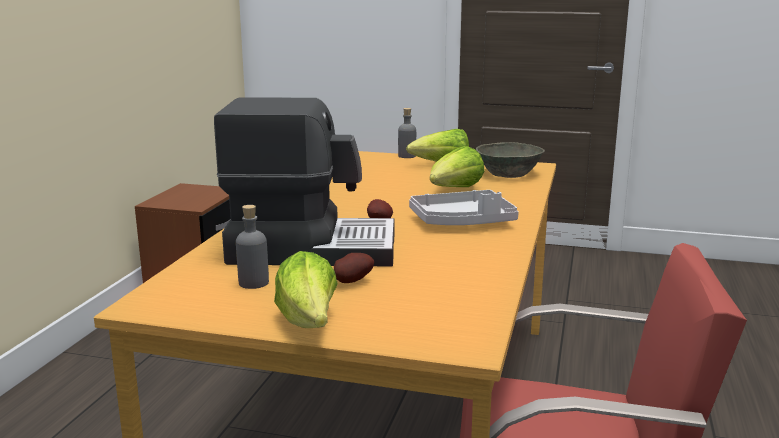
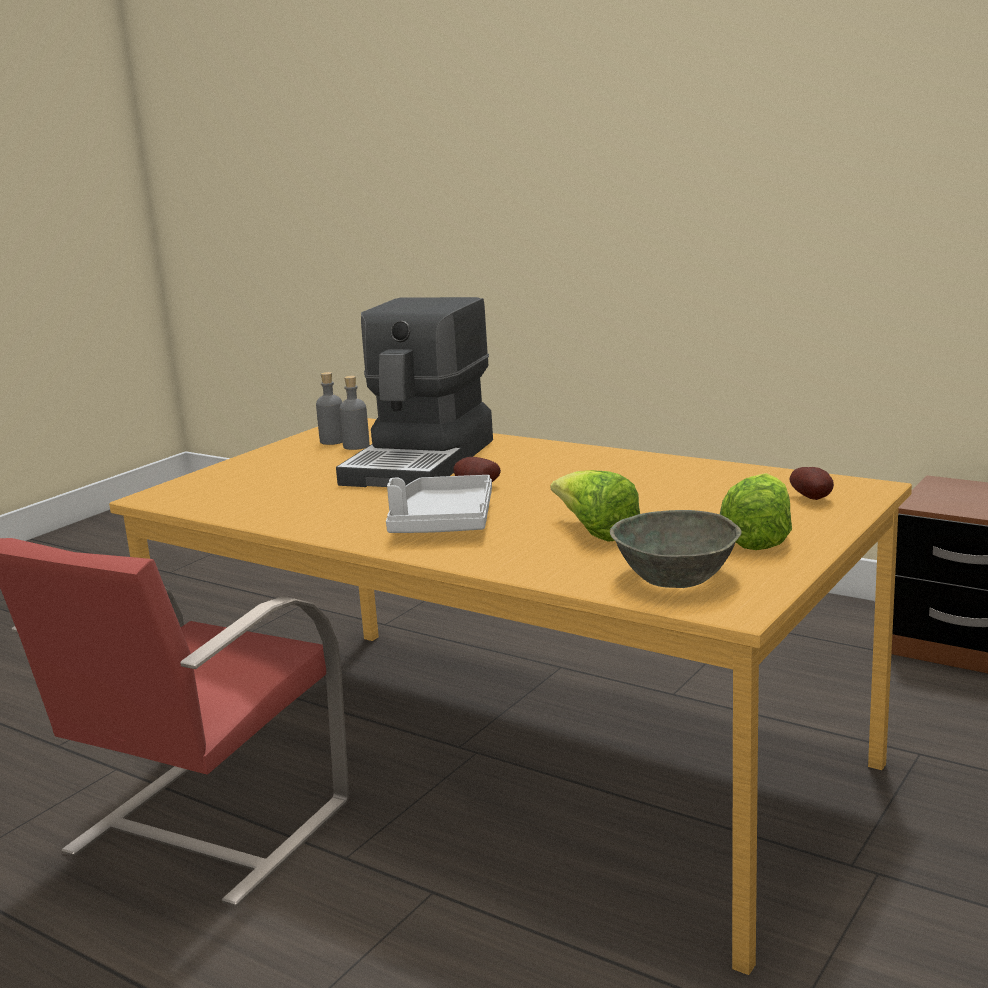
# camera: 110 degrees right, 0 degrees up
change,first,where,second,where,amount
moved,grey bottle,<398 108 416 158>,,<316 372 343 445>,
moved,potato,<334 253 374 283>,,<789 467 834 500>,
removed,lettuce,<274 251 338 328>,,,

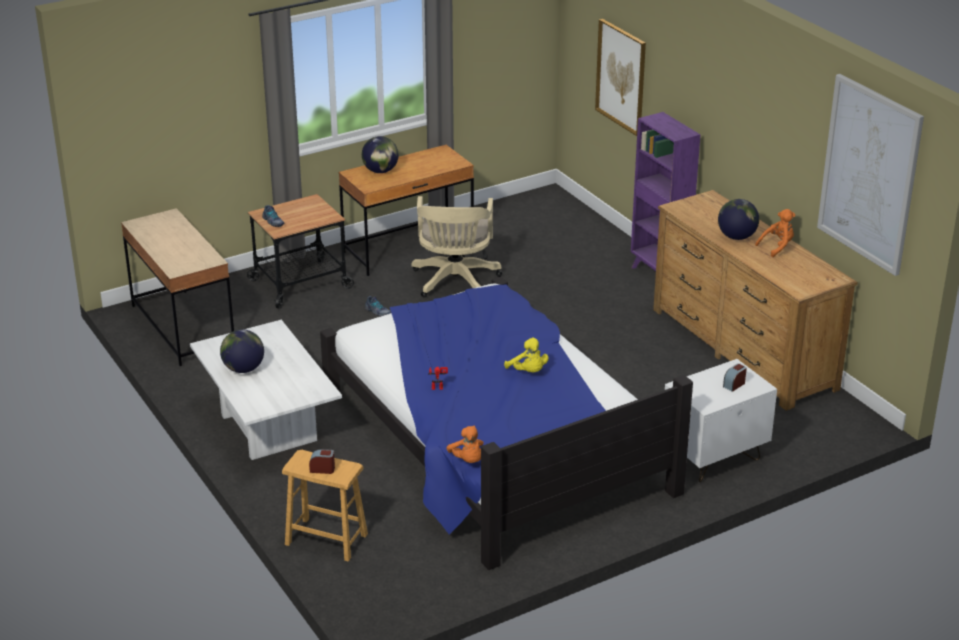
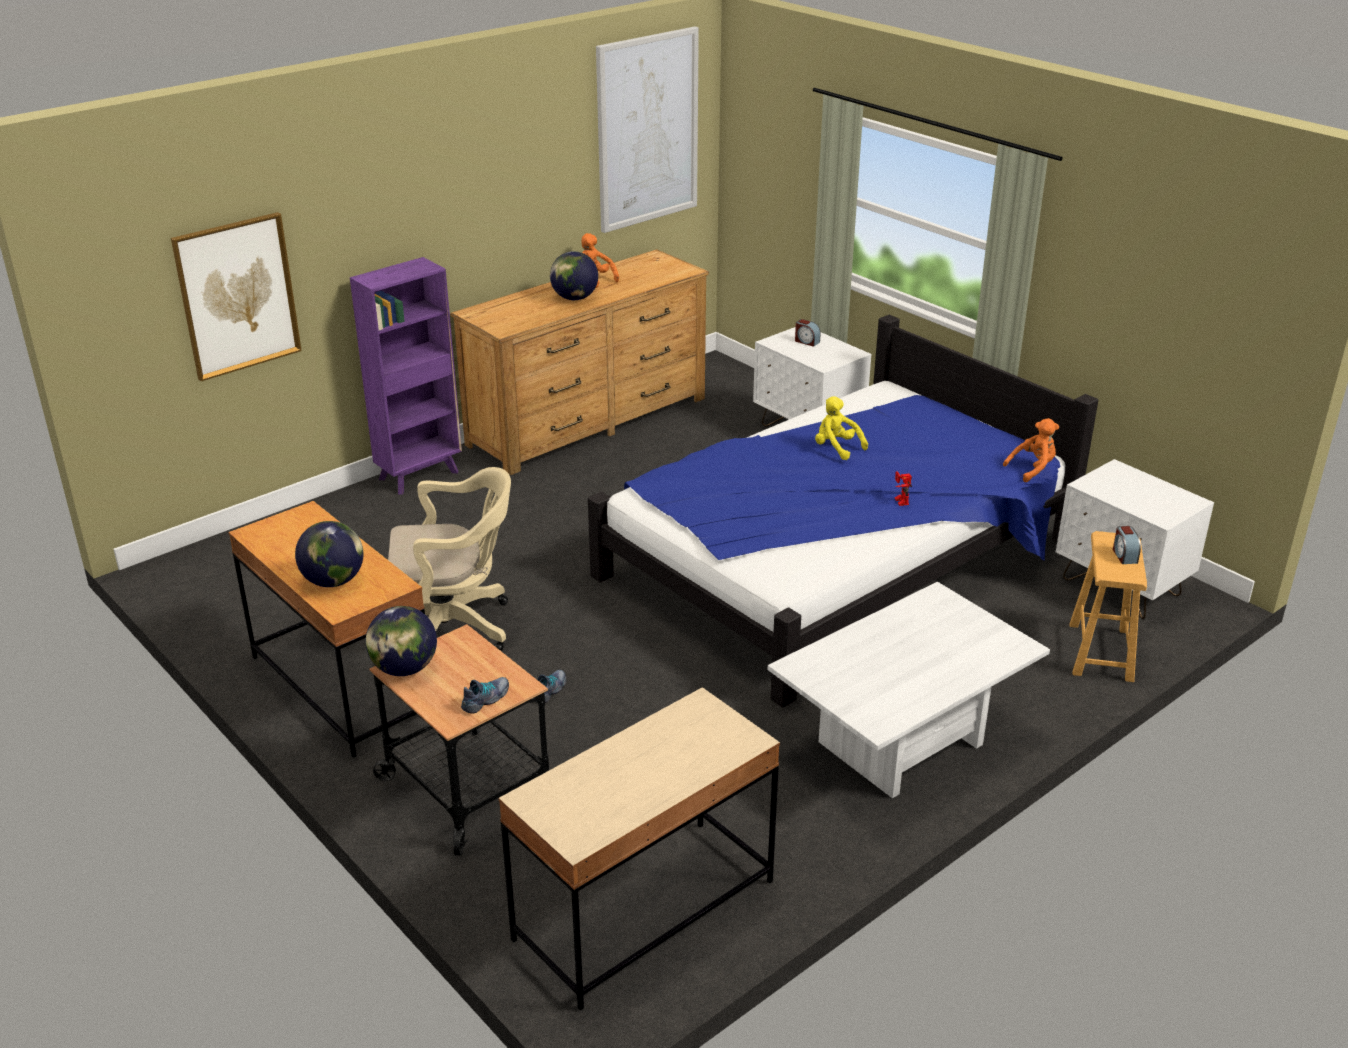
# camera: 100 degrees left, 0 degrees up
change,first,where,second,where,amount
moved,globe,<220 329 264 373>,,<365 606 437 676>,
turned,yellow plush toy,<504 337 549 372>,,<815 396 868 460>,90 degrees counterclockwise
added,,,white nightstand,<1056 459 1214 619>,

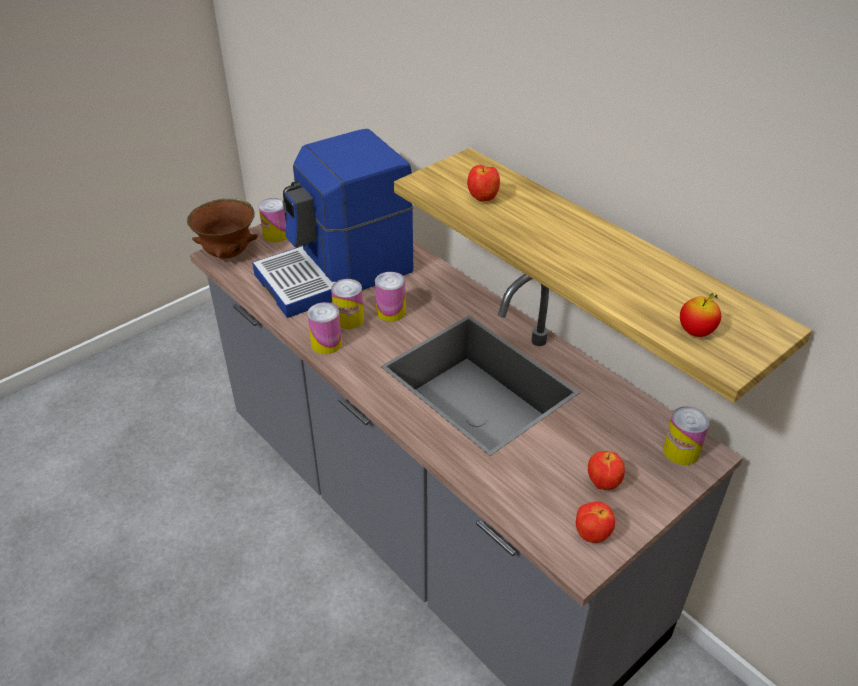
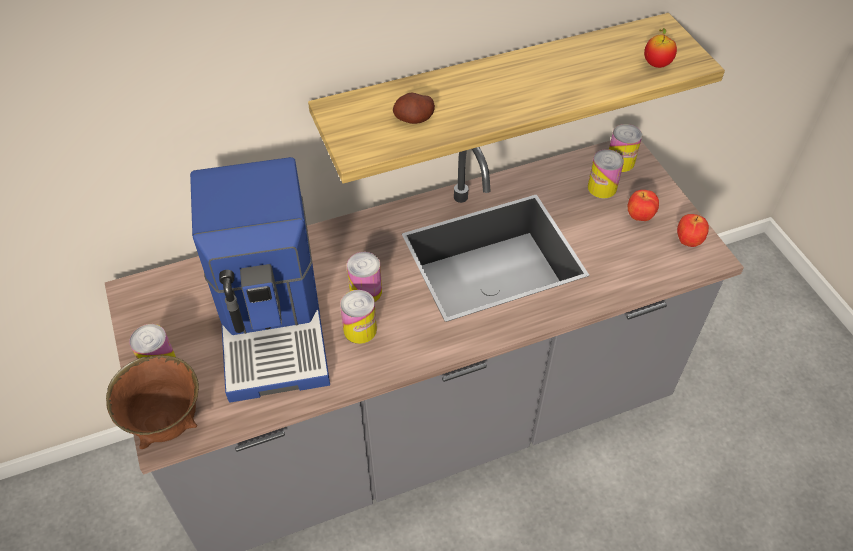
# camera: 70 degrees left, 10 degrees up
change,first,where,second,where,amount
replaced,apple,<467 165 500 202>,potato,<393 93 435 124>,
moved,can,<307 302 342 354>,,<588 149 624 198>,

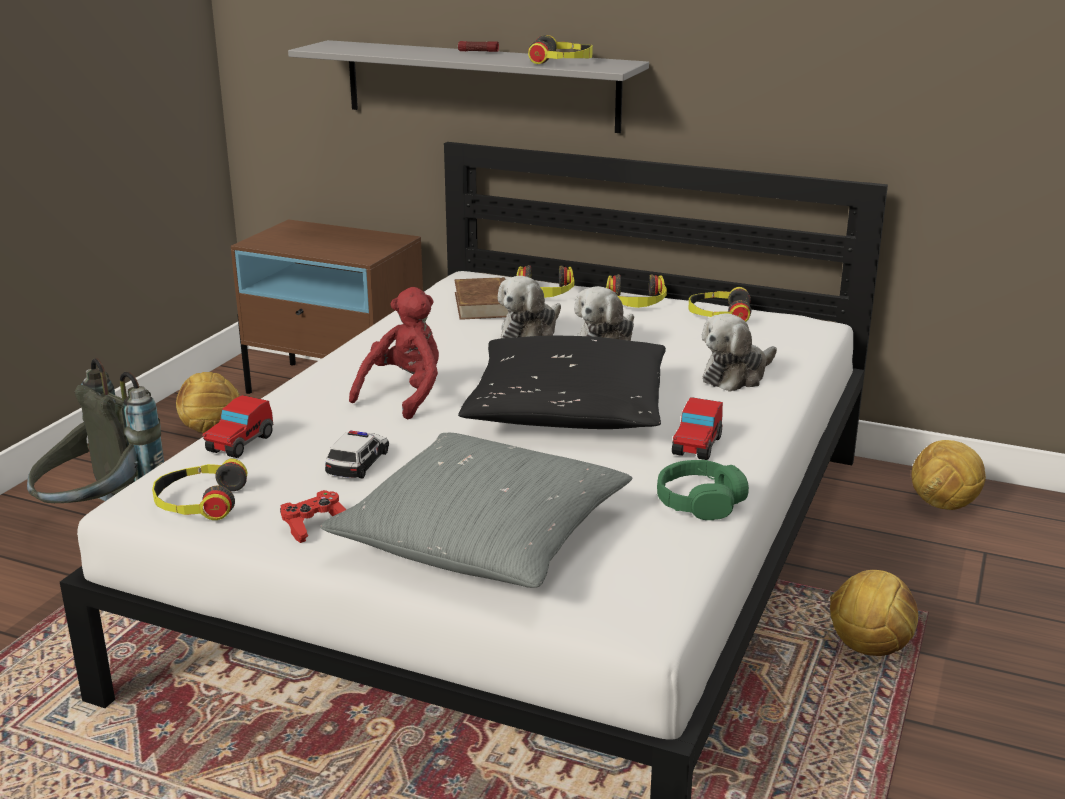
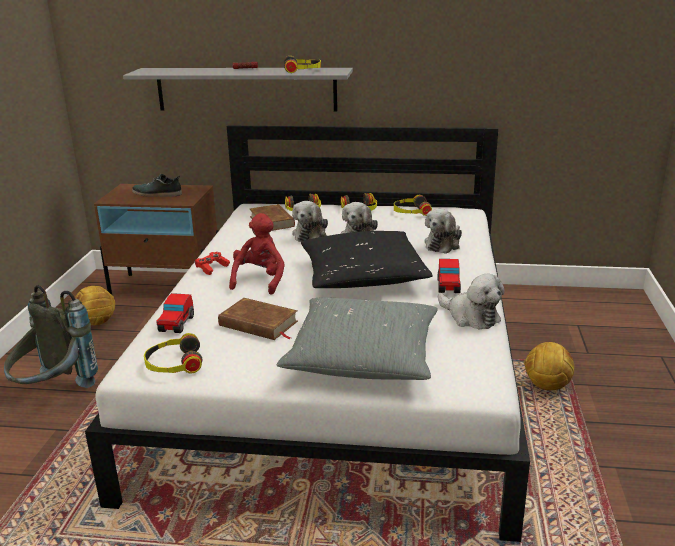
# camera: 15 degrees left, 0 degrees up
change,first,where,second,where,amount
added,,,shoe,<132 174 182 197>,
moved,red game controller,<280 490 346 543>,,<195 252 230 275>,
replaced,toy car,<325 430 389 479>,brown book,<218 298 298 340>,
replaced,green headphones,<657 460 749 520>,plush toy,<438 274 505 329>,
removed,football,<911 440 986 510>,,,

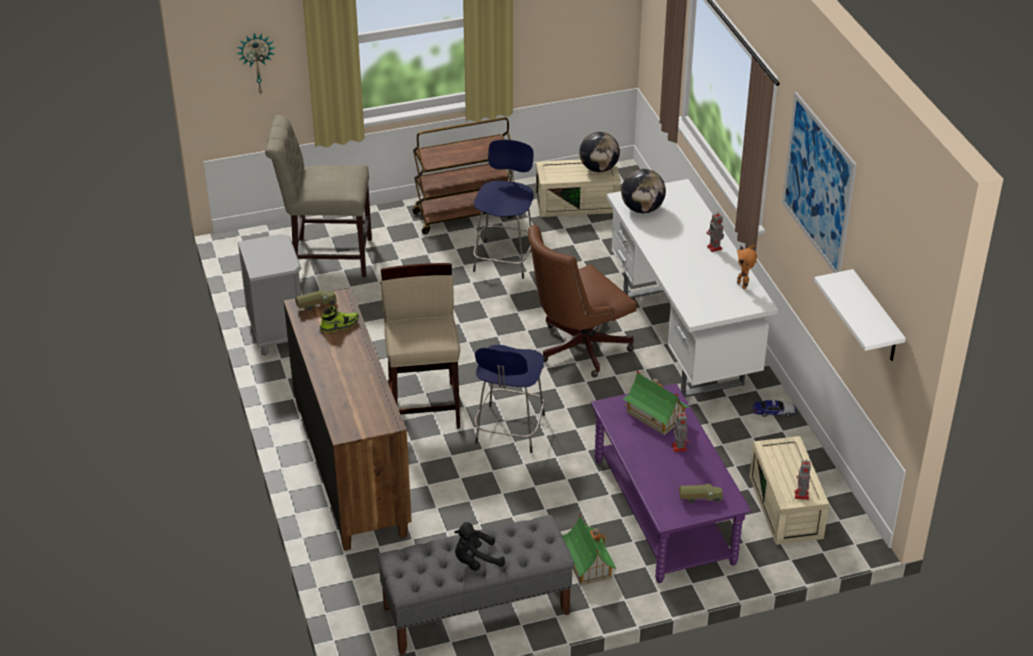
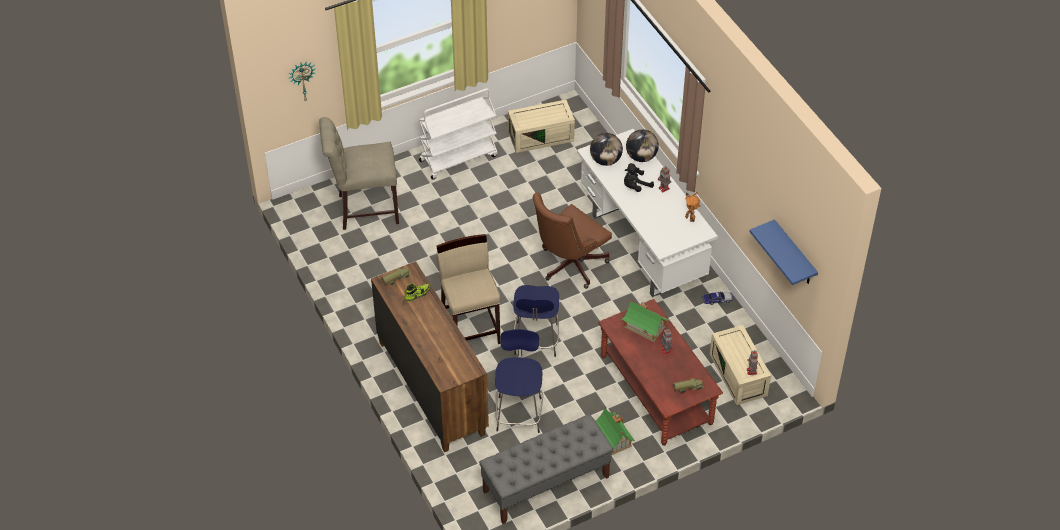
# camera: 10 degrees left, 10 degrees up
change,first,where,second,where,amount
recoloured,brown cart,<412 117 514 234>,white cart,<419 88 498 180>,
moved,blue stool,<473 140 534 279>,,<495 329 543 433>,
recoloured,purple coffee table,<591 384 751 583>,brown coffee table,<598 299 723 446>,
moved,black plush toy,<454 522 505 571>,,<624 163 654 192>,
moved,globe,<579 132 620 172>,,<626 130 659 162>,
recoloured,white shelf,<814 269 906 361>,blue shelf,<750 219 818 285>,
removed,grey nightstand,<238 234 301 356>,,,
removed,picture,<782 92 857 273>,,,

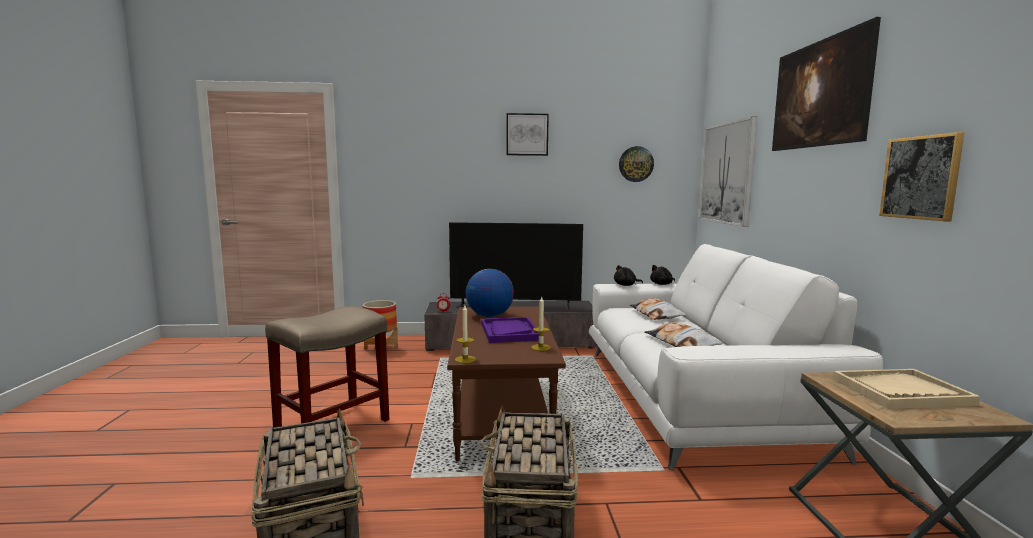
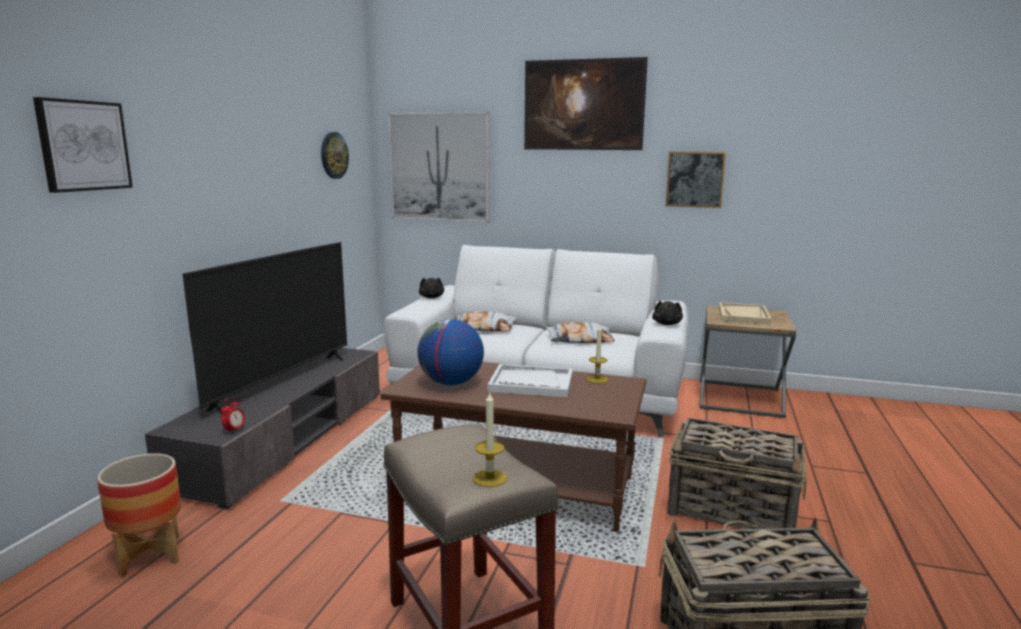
# camera: 70 degrees left, 5 degrees up
change,first,where,second,where,amount
moved,picture,<506 113 549 156>,,<33 97 133 193>,
moved,candle,<455 305 476 363>,,<473 393 507 487>,
recoloured,purple tray,<481 317 539 343>,white tray,<488 364 573 397>,
moved,black plush toy,<614 265 643 286>,,<652 301 683 325>,

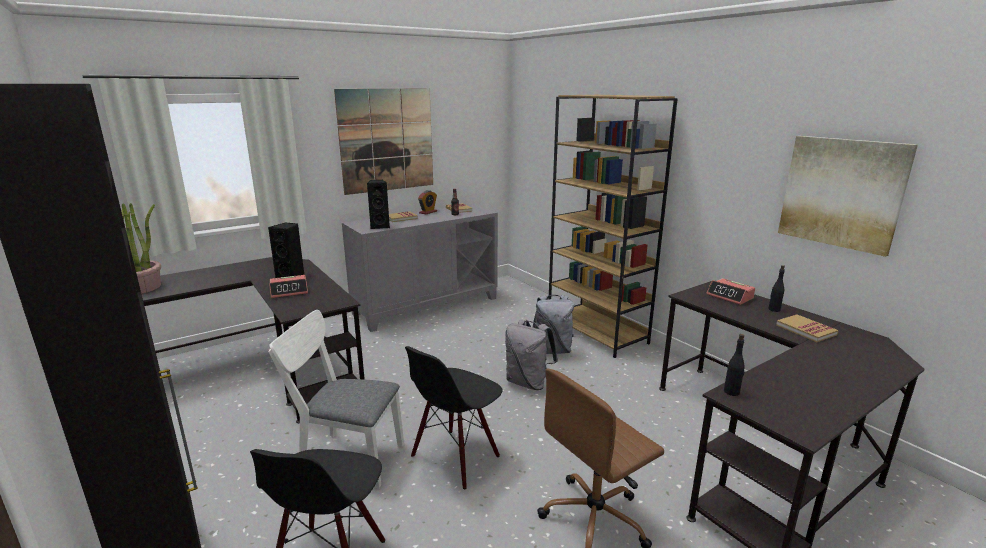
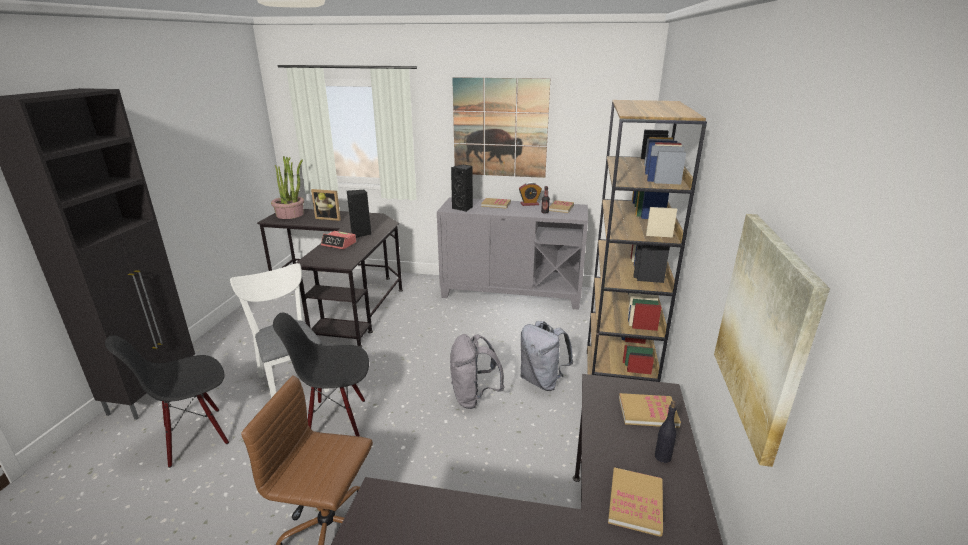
# camera: 45 degrees right, 5 degrees up
change,first,where,second,where,amount
added,,,picture frame,<311 189 341 221>,
replaced,alarm clock,<706 278 755 305>,book,<619 393 681 428>,
removed,black bottle,<724 334 745 396>,,,

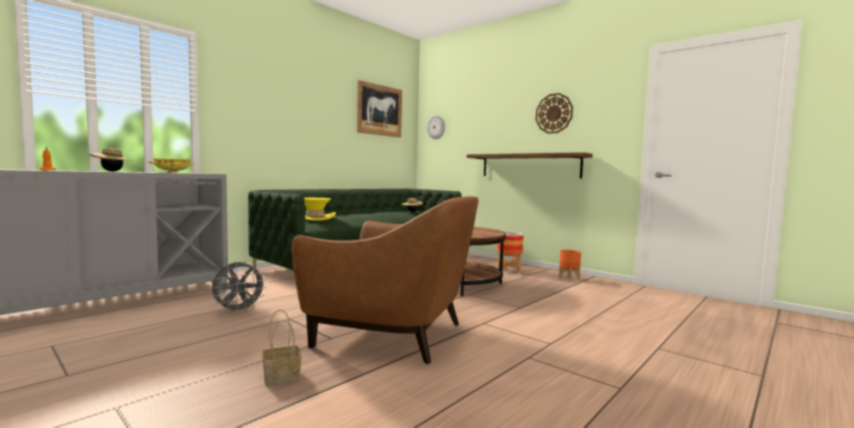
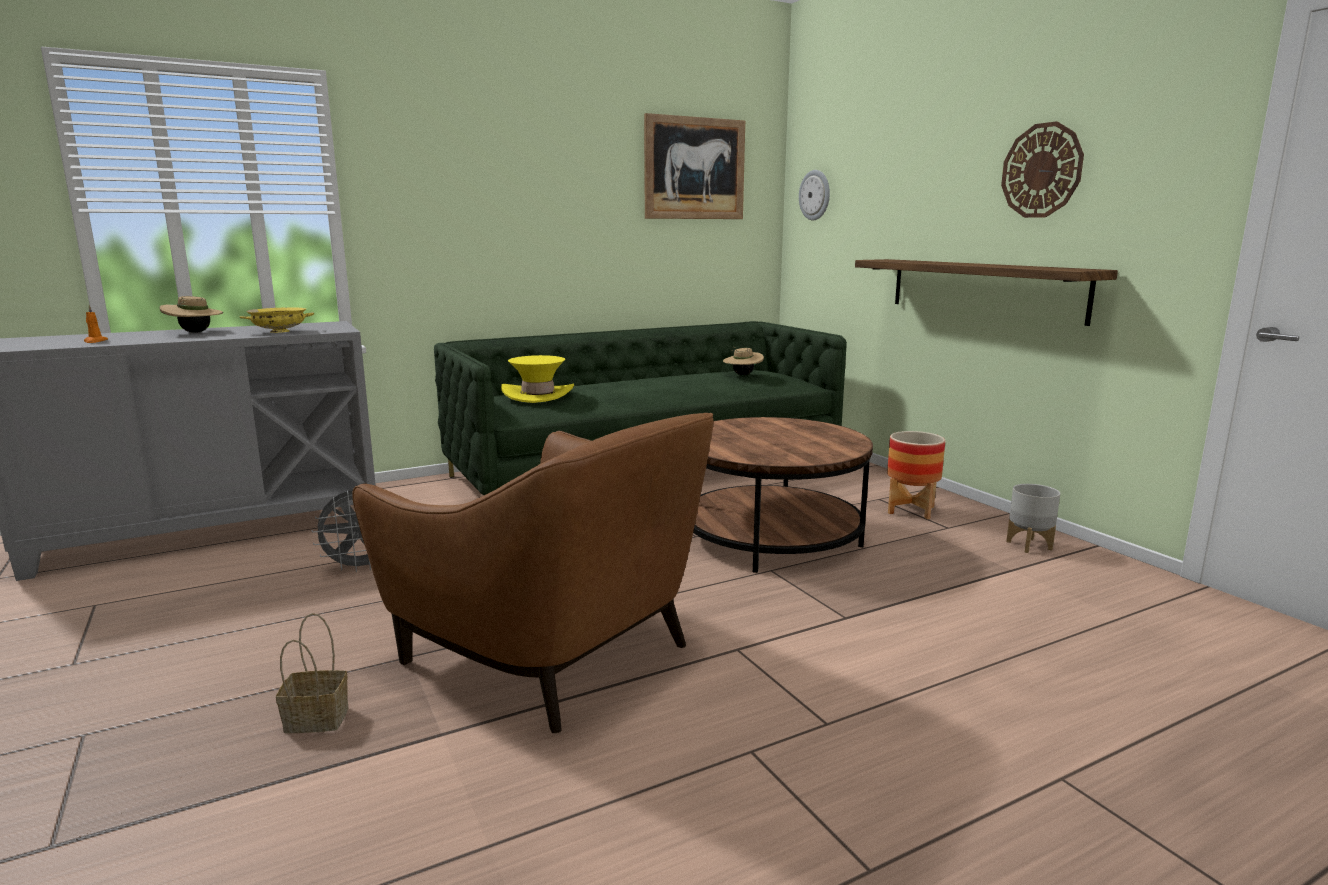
# camera: 20 degrees right, 10 degrees up
change,first,where,second,where,amount
recoloured,orange planter,<559 250 581 281>,grey planter,<1006 484 1060 553>,

